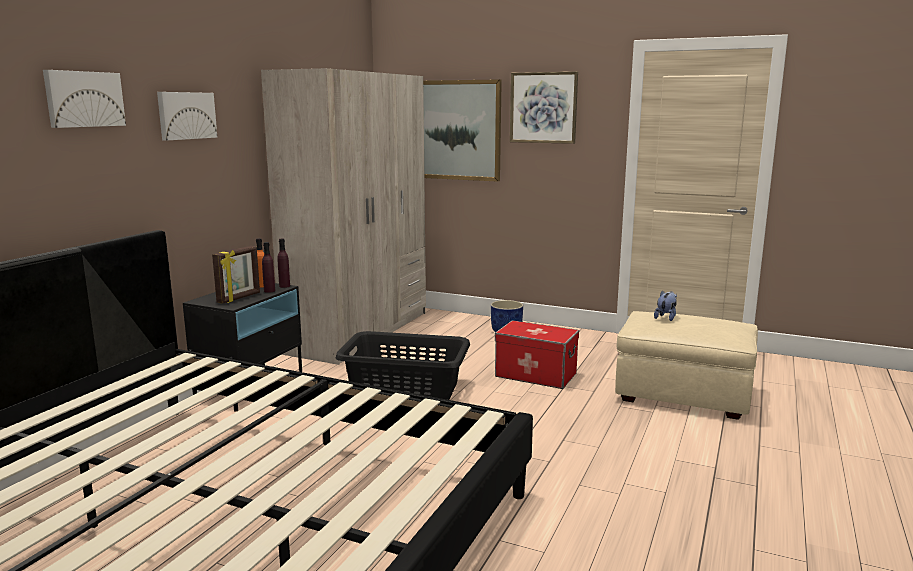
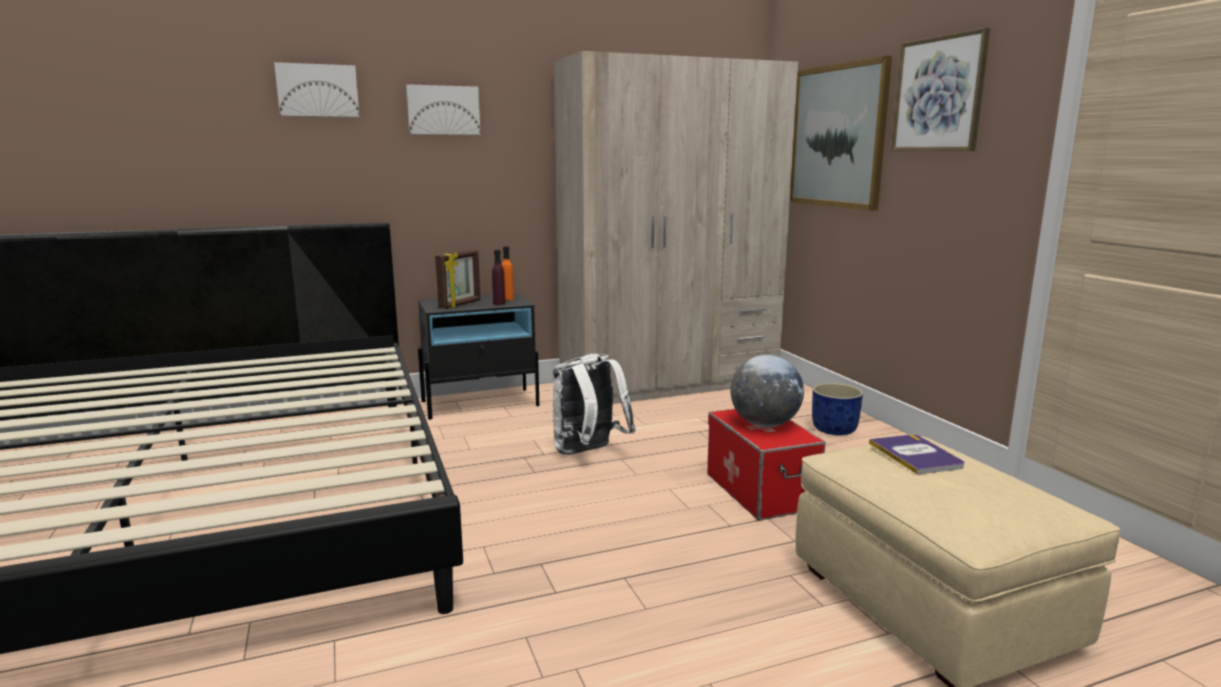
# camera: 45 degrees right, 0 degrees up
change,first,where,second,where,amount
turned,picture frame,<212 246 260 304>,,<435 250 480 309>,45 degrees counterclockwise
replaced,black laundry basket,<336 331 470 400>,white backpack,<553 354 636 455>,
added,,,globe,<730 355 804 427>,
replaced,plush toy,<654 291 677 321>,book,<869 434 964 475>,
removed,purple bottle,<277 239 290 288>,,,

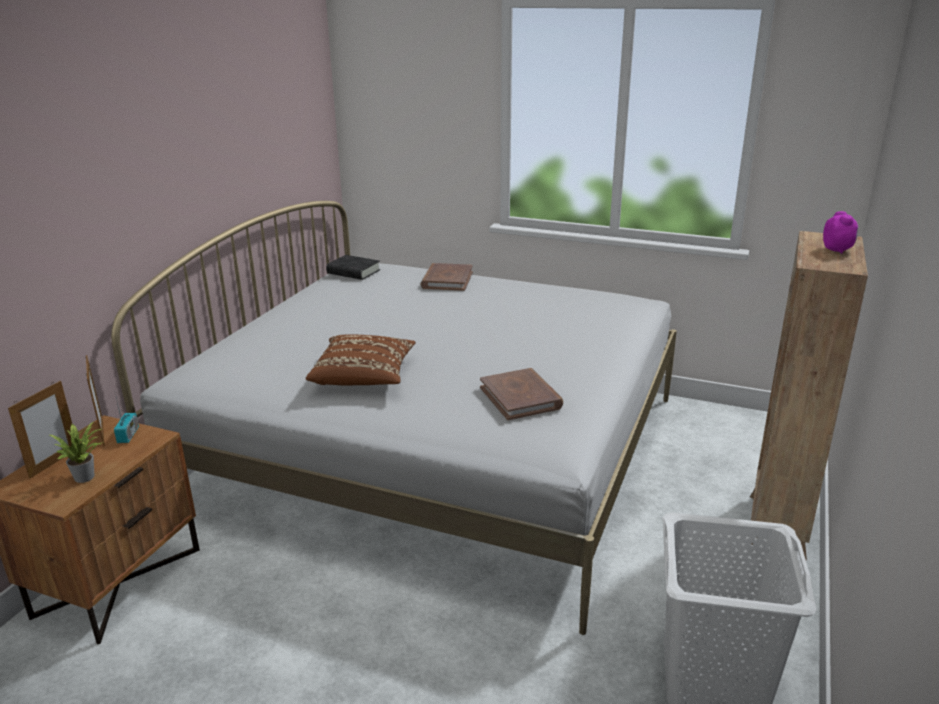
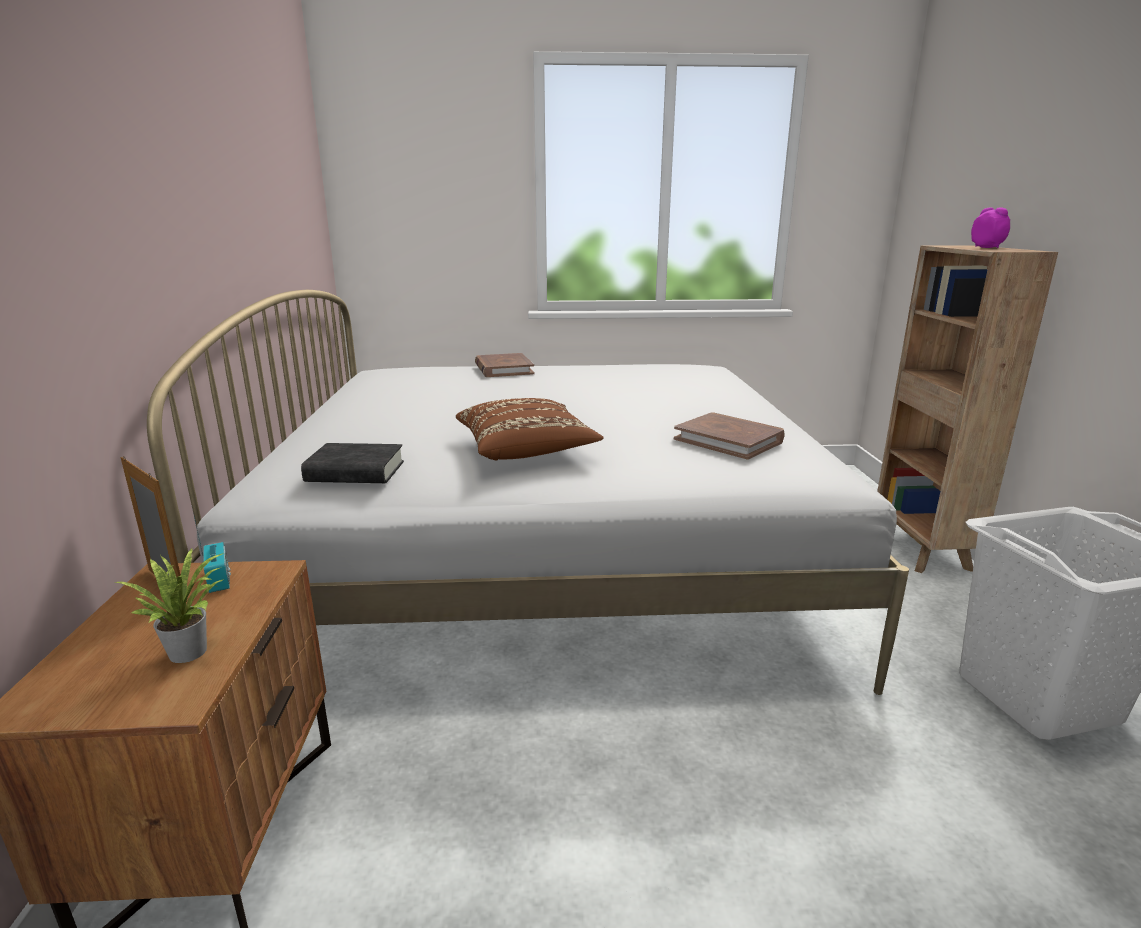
# camera: 25 degrees left, 5 degrees down
change,first,where,second,where,amount
moved,black book,<326 255 380 280>,,<301 443 404 483>,
removed,picture frame,<8 381 73 479>,,,

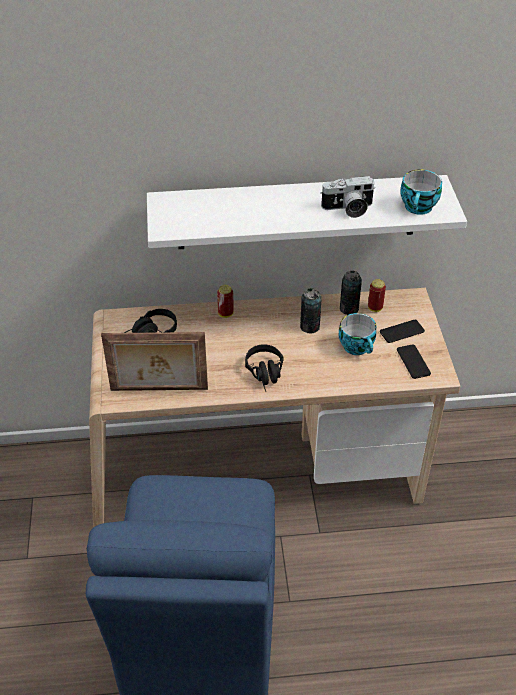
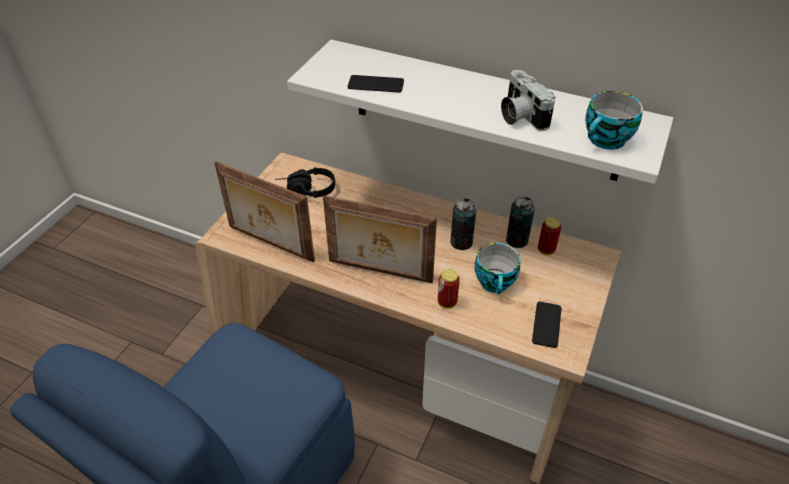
# camera: 30 degrees right, 0 degrees up
change,first,where,second,where,amount
replaced,black headphones,<245 344 284 392>,picture frame,<323 195 437 283>,
moved,phone,<380 319 425 343>,,<348 75 404 93>,
moved,can,<217 285 234 318>,,<438 269 460 309>,
turned,photo camera,<320 176 375 218>,,<501 70 555 131>,45 degrees clockwise

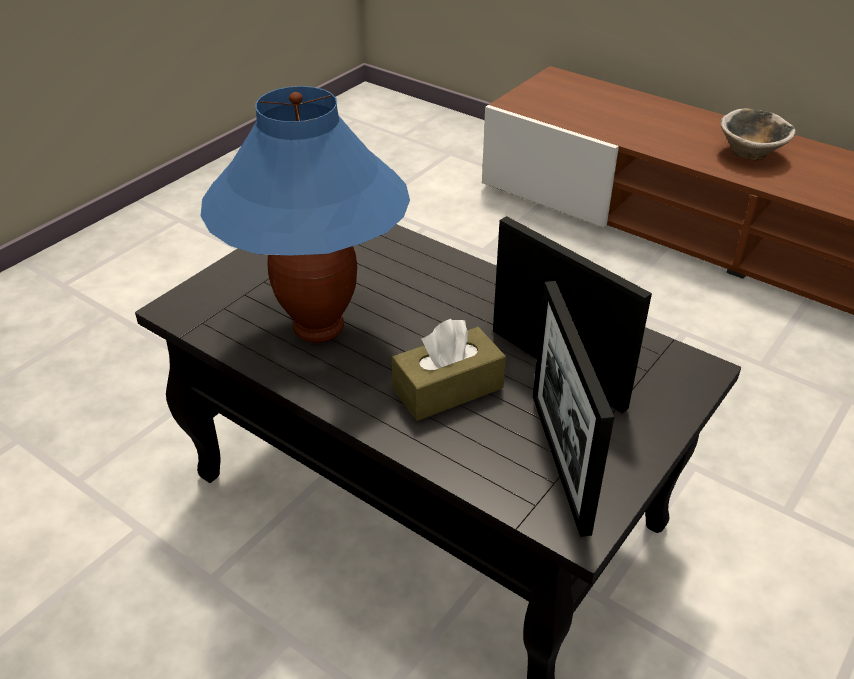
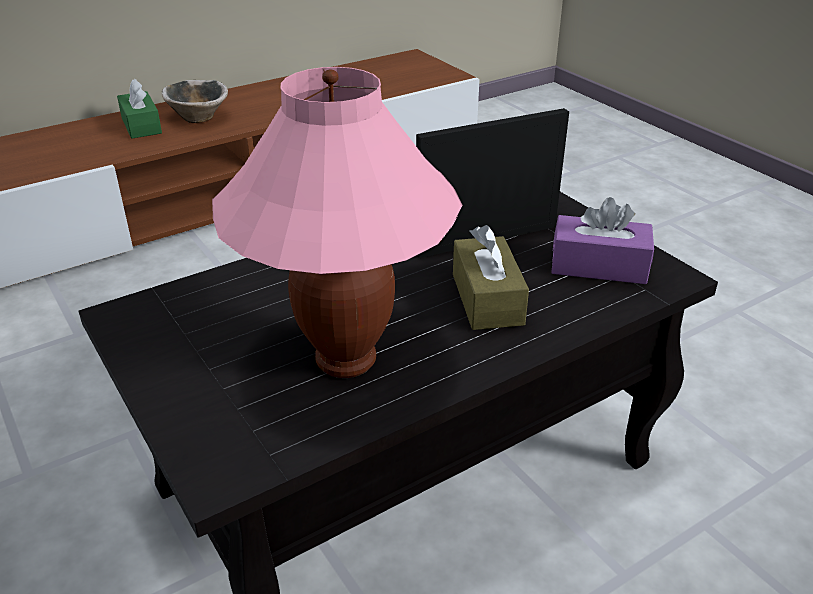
# camera: 70 degrees left, 5 degrees down
change,first,where,second,where,amount
added,,,green tissue box,<117 79 162 139>,
recoloured,blue table lamp,<201 86 410 343>,pink table lamp,<212 67 462 378>,
replaced,picture frame,<533 281 614 537>,purple tissue box,<551 197 654 284>,

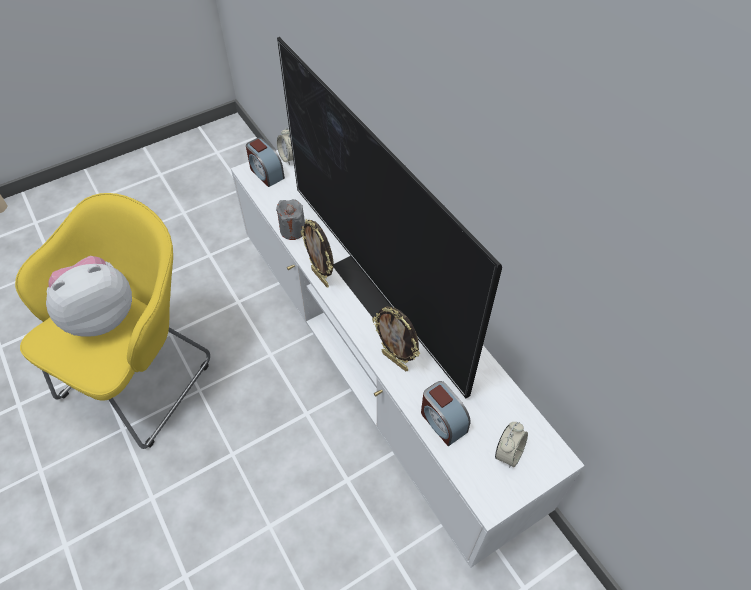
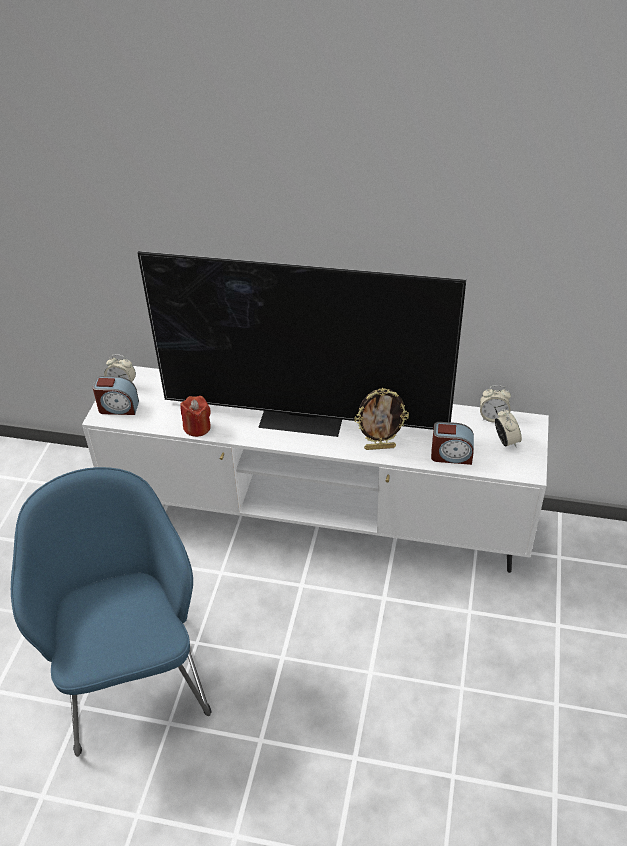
# camera: 45 degrees left, 10 degrees down
change,first,where,second,where,amount
recoloured,yellow armchair,<15 193 210 449>,blue armchair,<11 467 211 757>,
recoloured,grey candle,<276 199 305 240>,red candle,<180 396 211 437>,
added,,,alarm clock,<480 385 511 423>,
removed,plush toy,<46 256 132 337>,,,
removed,picture frame,<300 219 333 288>,,,

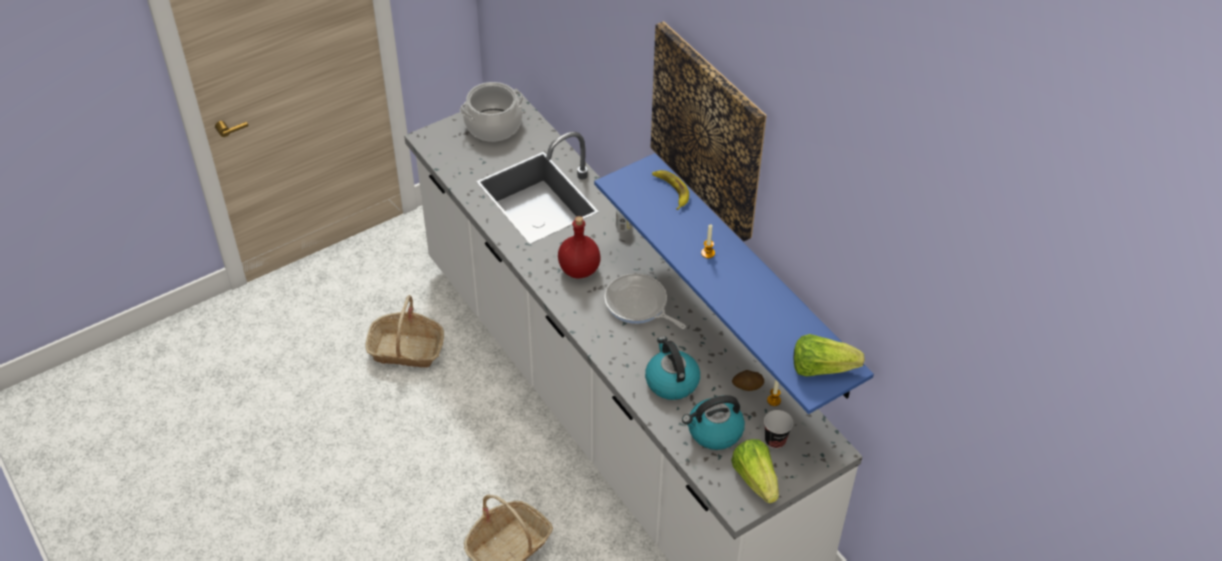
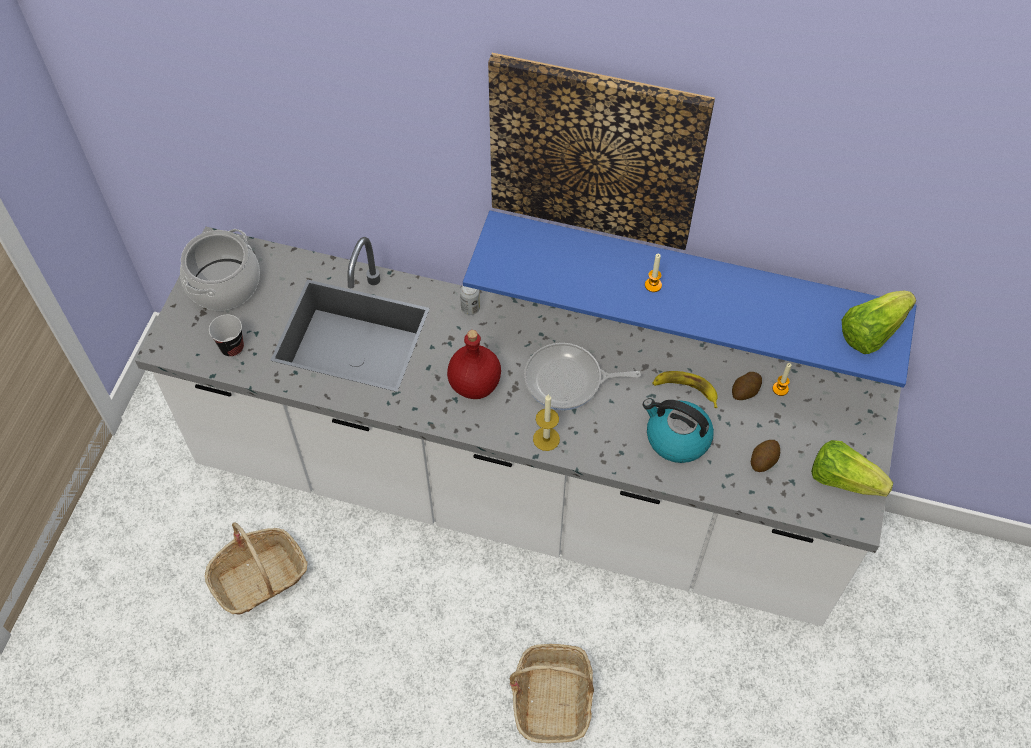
# camera: 40 degrees left, 10 degrees up
change,first,where,second,where,amount
moved,cup,<764 410 793 449>,,<209 314 244 357>,
added,,,candle,<533 394 560 451>,
moved,banana,<652 170 689 210>,,<652 371 718 408>,
replaced,kettle,<682 395 745 450>,potato,<751 440 780 472>,

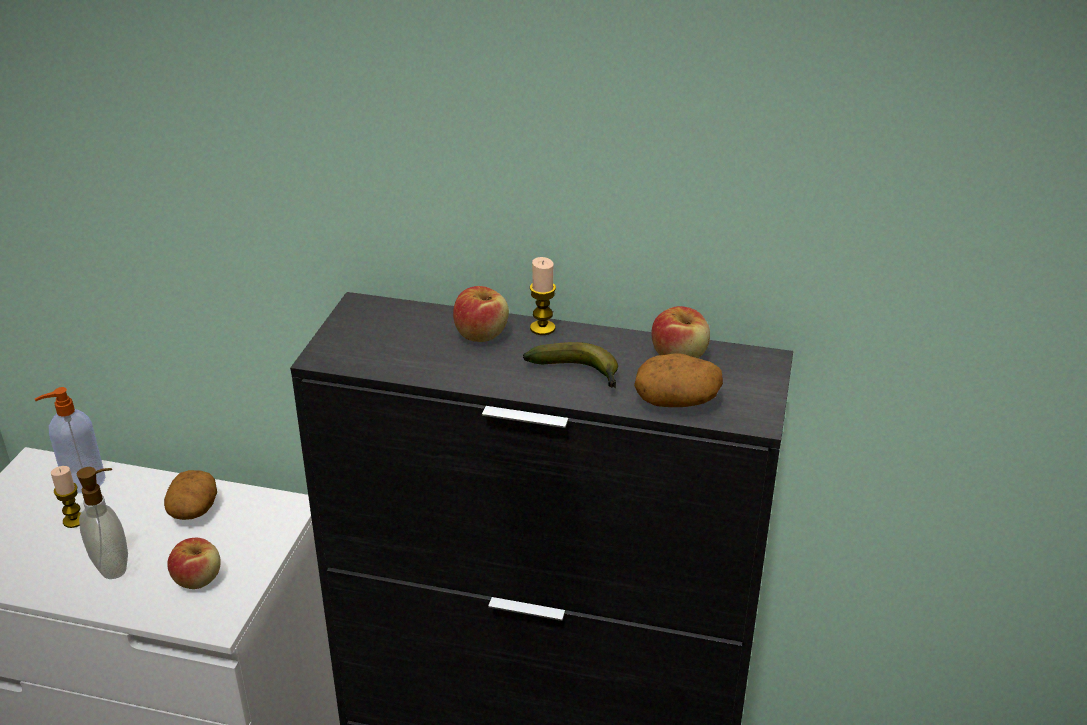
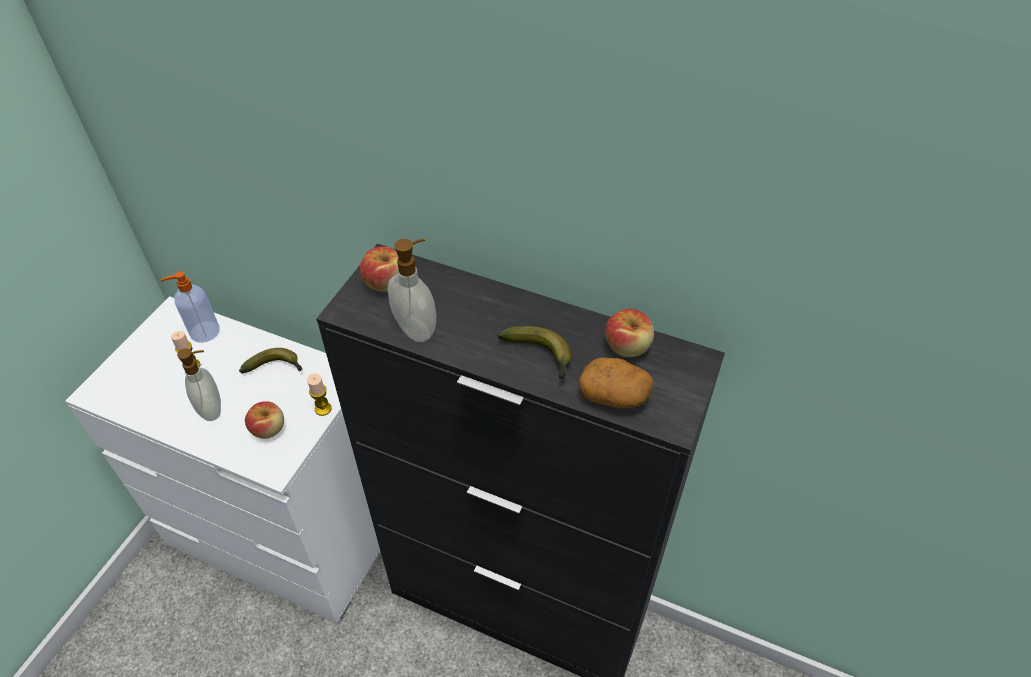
# camera: 10 degrees right, 15 degrees up
change,first,where,second,where,amount
replaced,potato,<164 470 217 520>,banana,<239 348 303 373>,
moved,candle,<530 257 556 335>,,<307 373 332 416>,
moved,apple,<453 286 509 342>,,<360 246 398 292>,
added,,,soap dispenser,<387 239 436 342>,

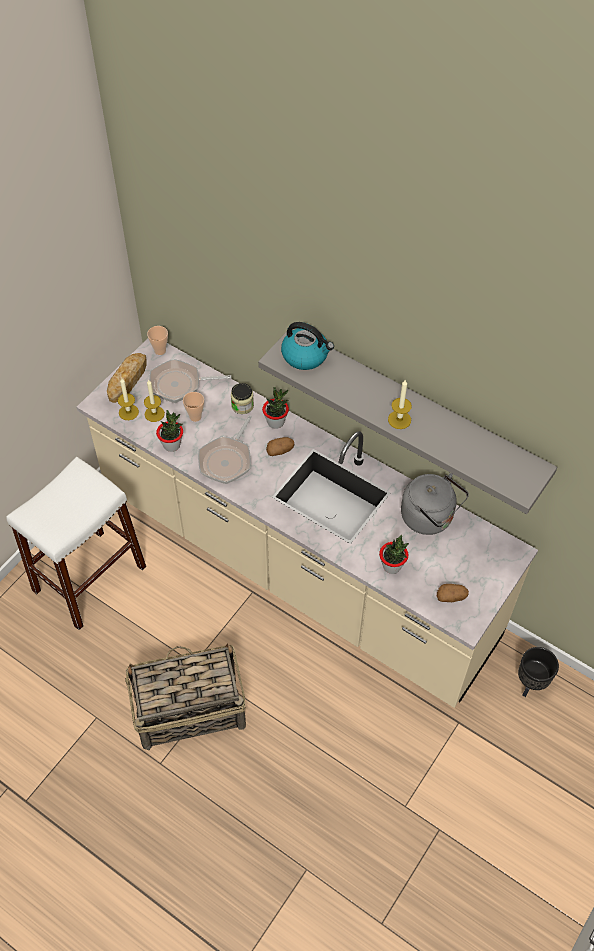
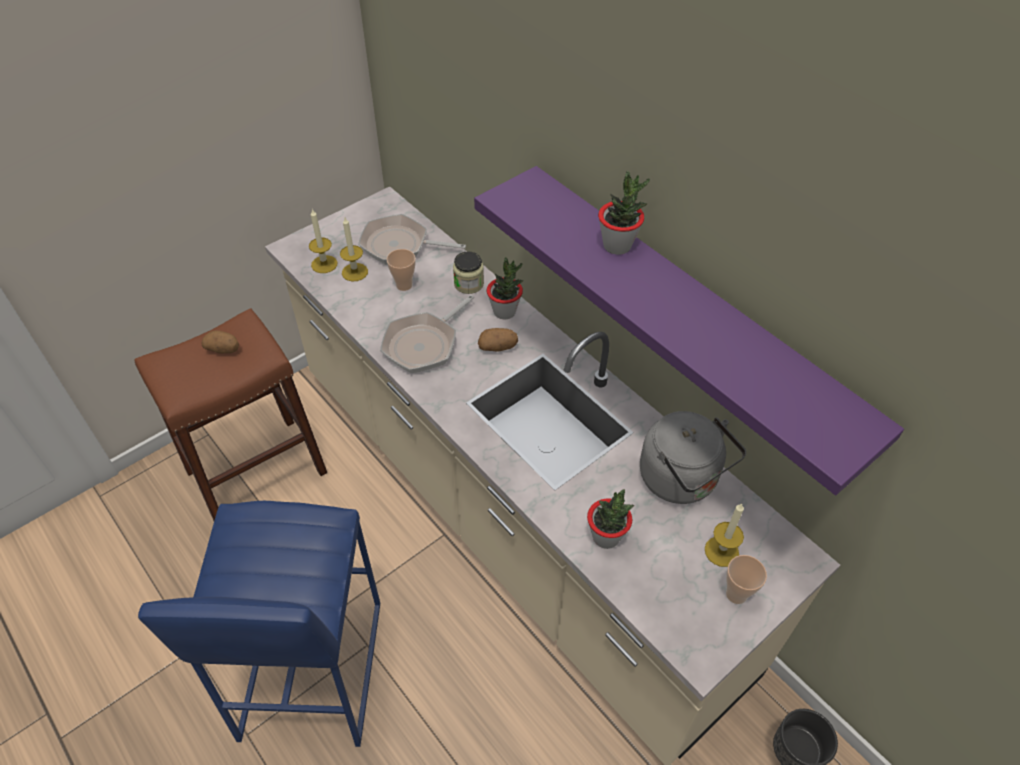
# camera: 15 degrees right, 5 degrees down
change,first,where,second,where,amount
recoloured,white stool,<6 457 146 630>,brown stool,<134 308 327 521>,
replaced,basket,<125 644 246 750>,blue stool,<138 501 380 747>,
moved,potato,<437 584 469 602>,,<202 330 239 353>,
recoloured,grey shelf,<258 329 557 514>,purple shelf,<474 166 904 495>,
moved,potted plant,<156 410 183 452>,,<598 171 650 255>,
moved,candle,<388 380 412 429>,,<705 504 744 567>,
moved,cup,<147 326 168 355>,,<726 555 767 604>,
removed,bread,<107 353 147 403>,,,
removed,kettle,<281 322 334 370>,,,

